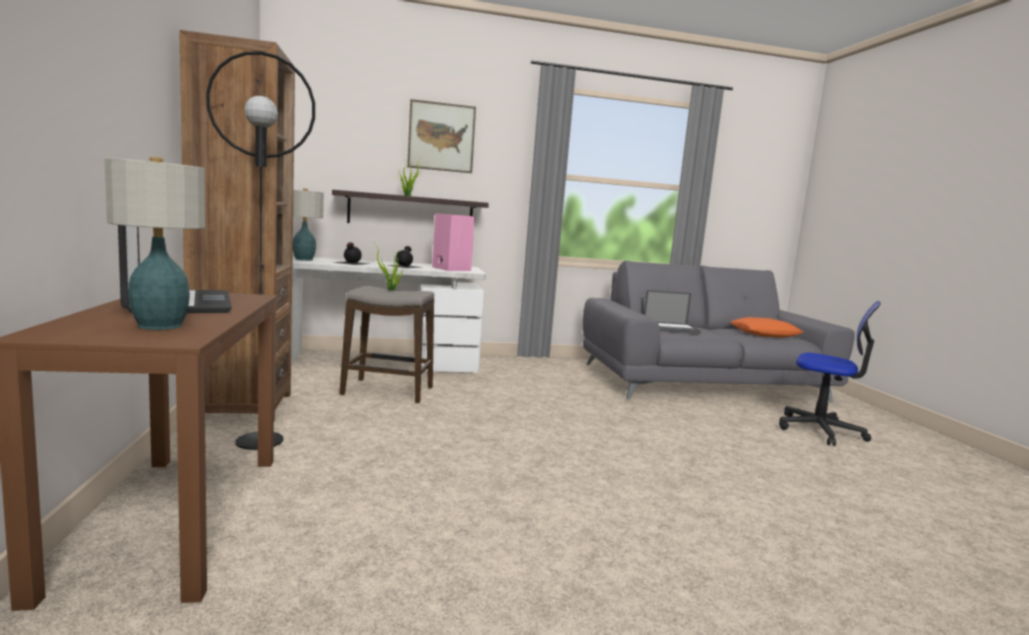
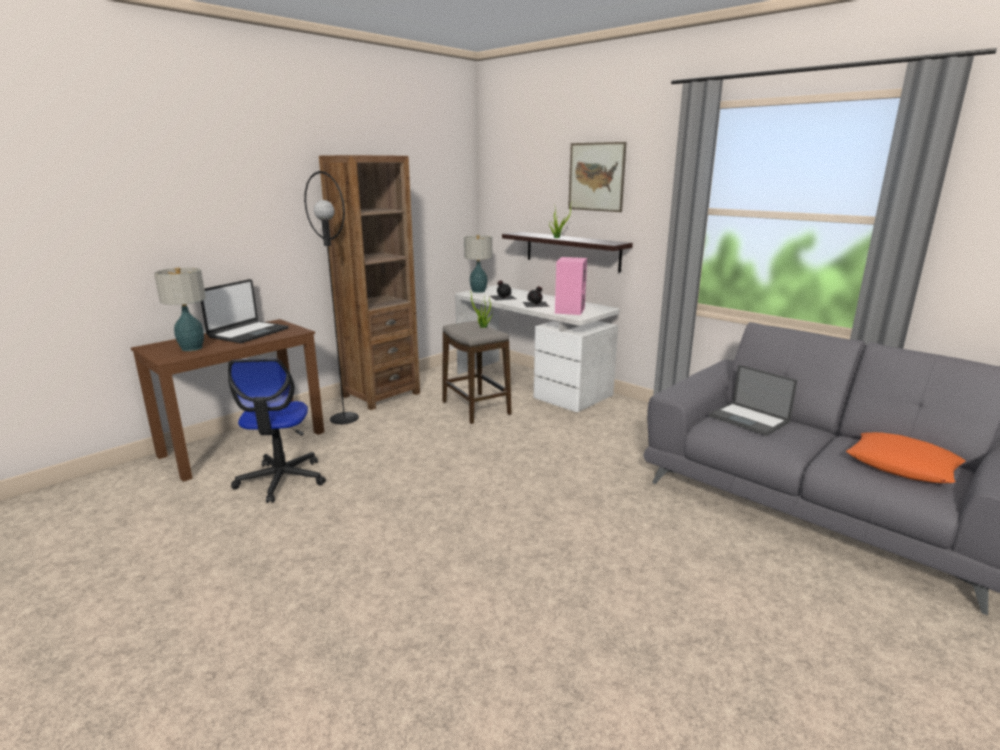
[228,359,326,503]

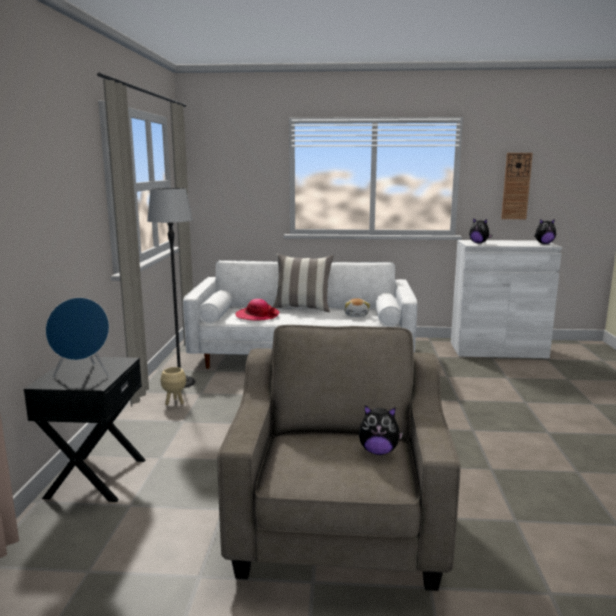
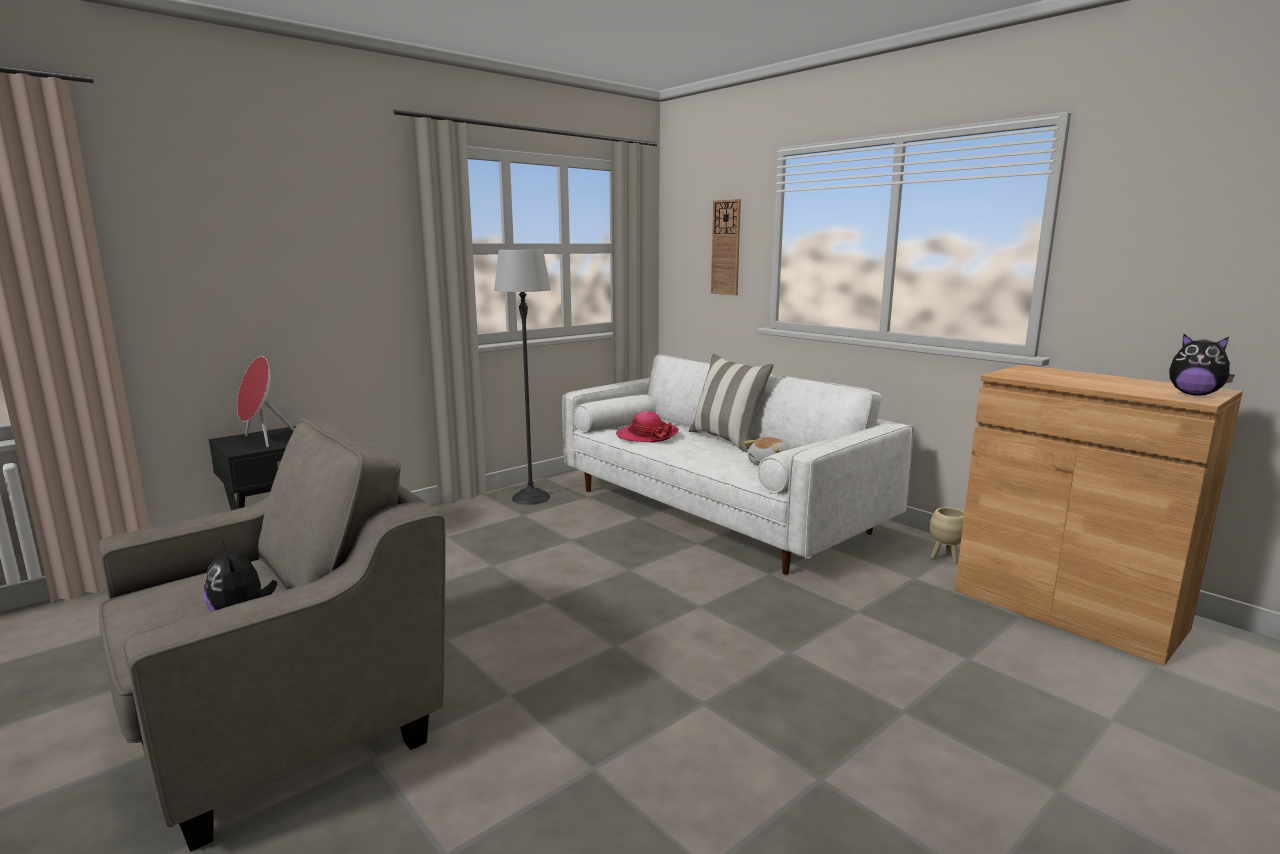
[237,356,294,447]
[930,507,964,564]
[955,365,1243,666]
[469,218,492,243] (first image)
[711,199,741,295]

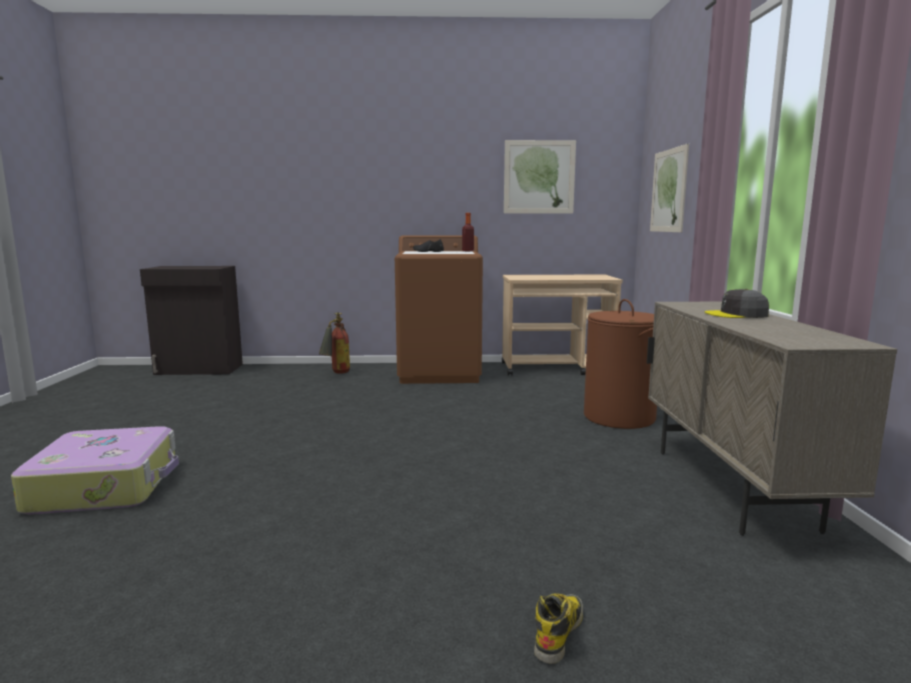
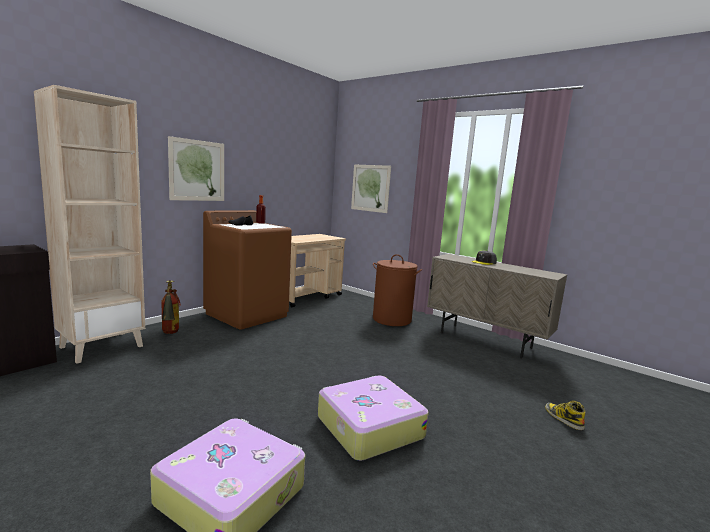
[168,136,224,201]
[34,85,145,364]
[318,376,429,461]

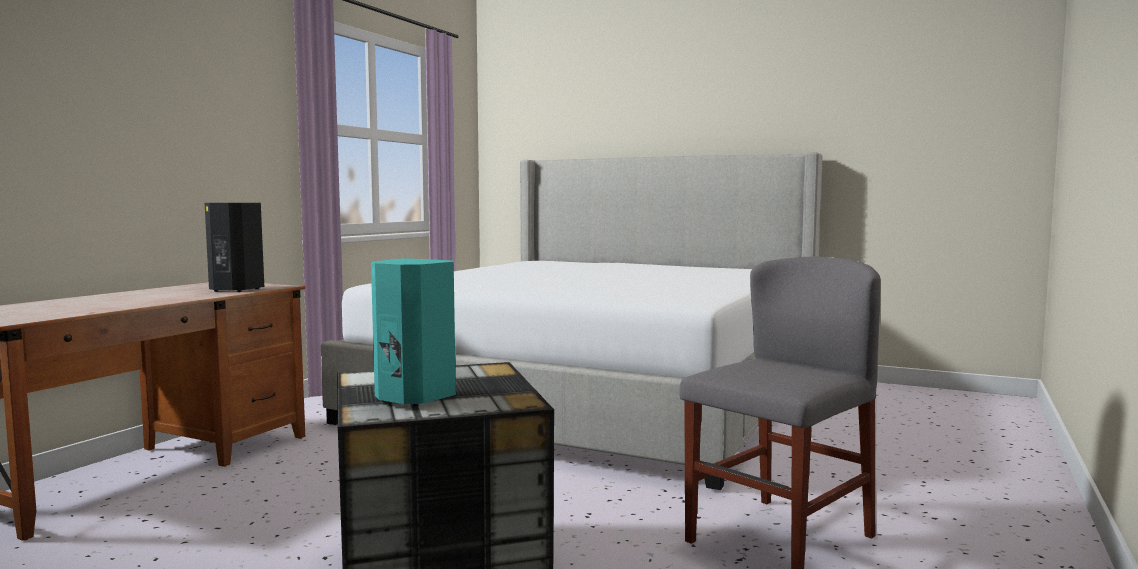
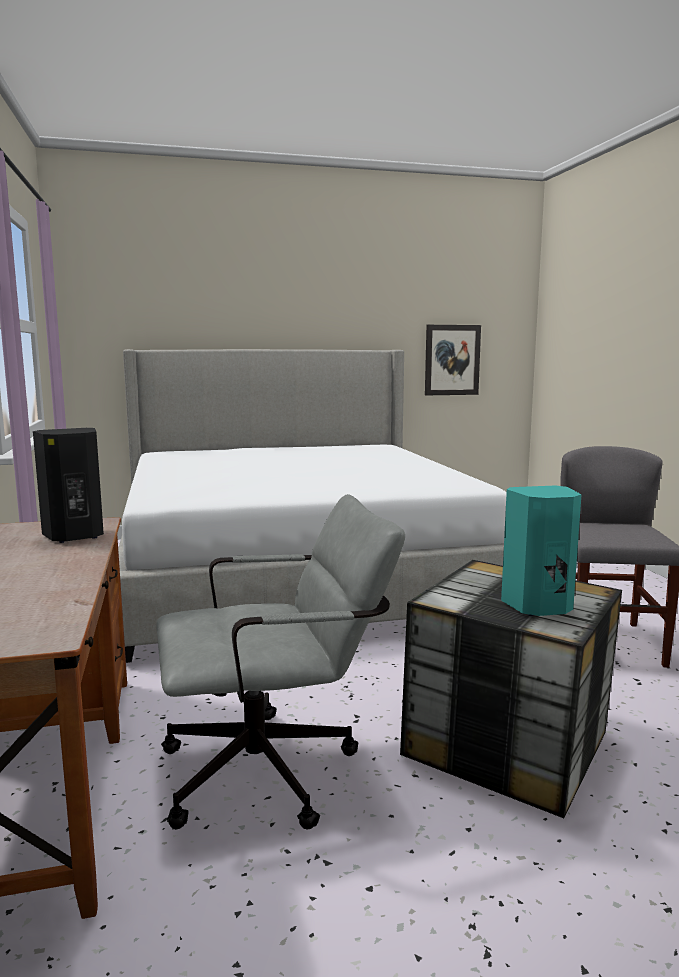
[156,494,405,830]
[425,325,481,395]

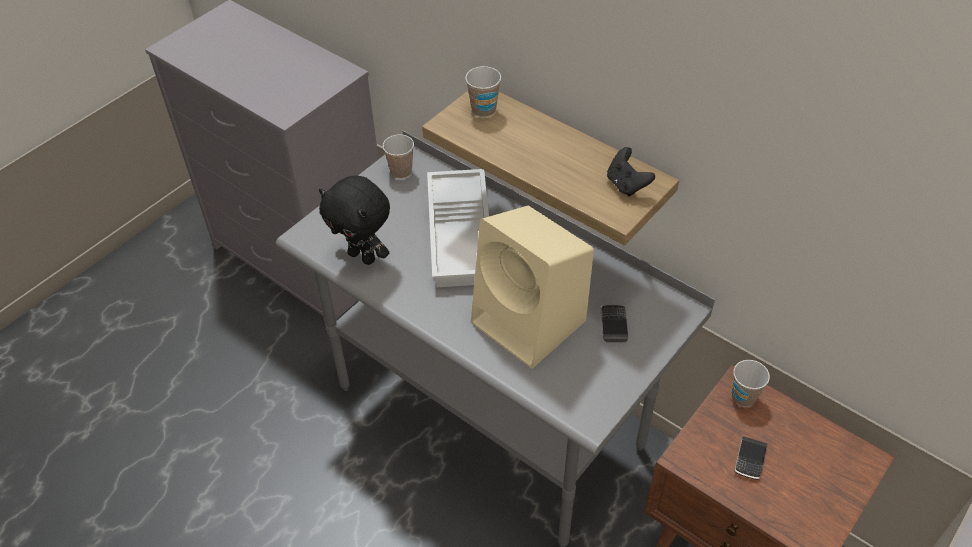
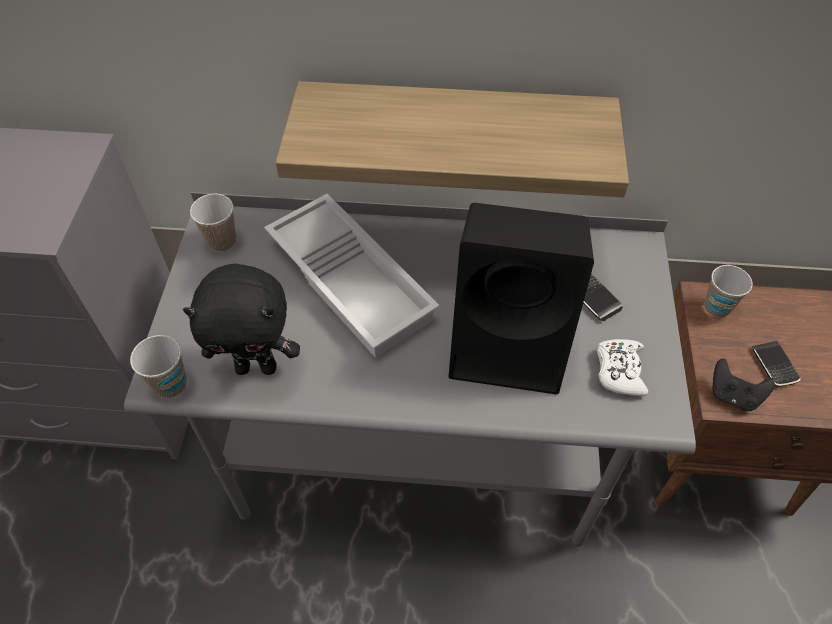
[130,335,187,398]
[449,203,594,394]
[712,359,775,411]
[597,339,648,396]

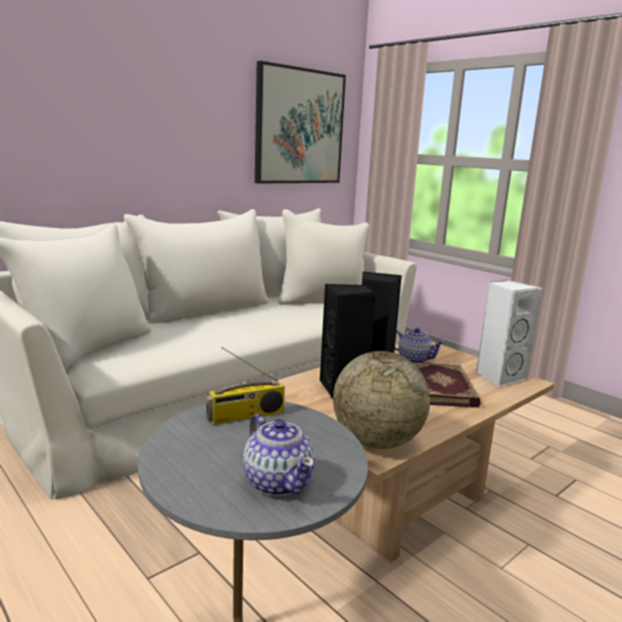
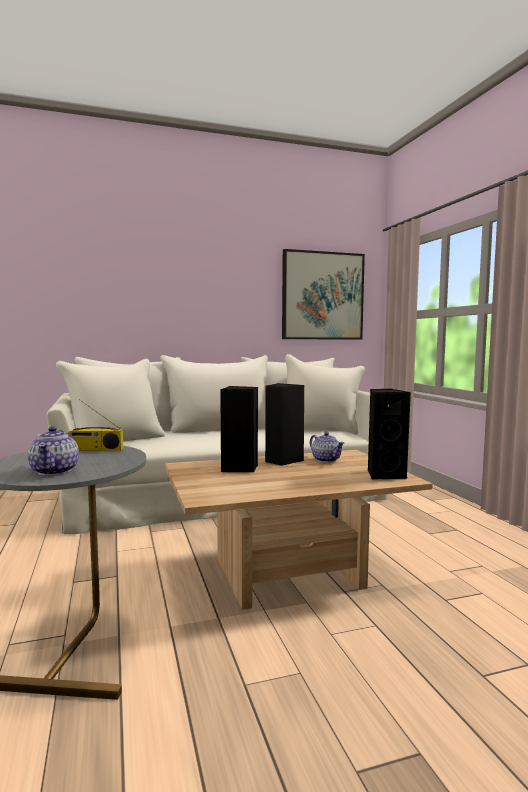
[333,351,430,449] (first image)
[412,362,481,408] (first image)
[368,389,411,480]

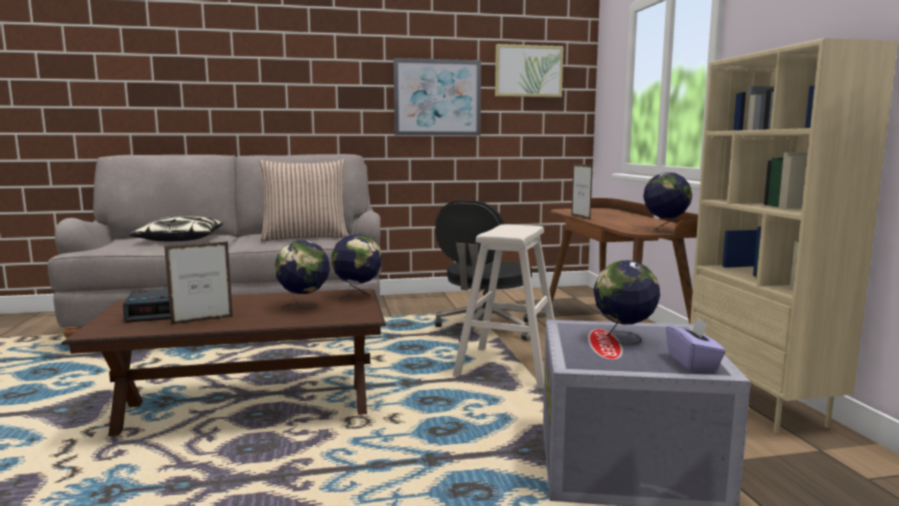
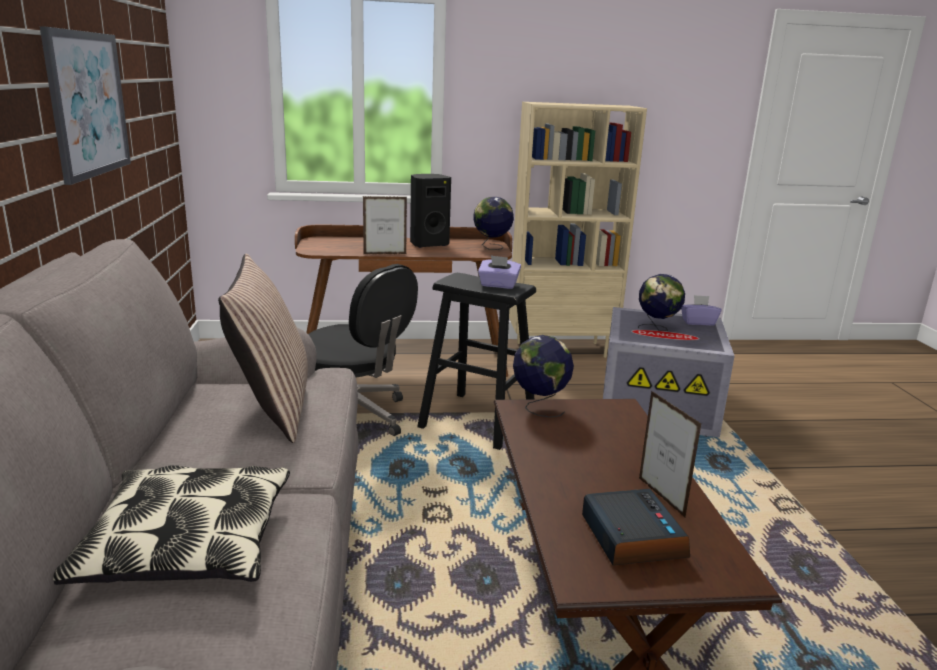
[275,241,330,309] (first image)
[417,273,536,450]
[495,44,563,97] (first image)
[410,174,451,248]
[478,255,521,289]

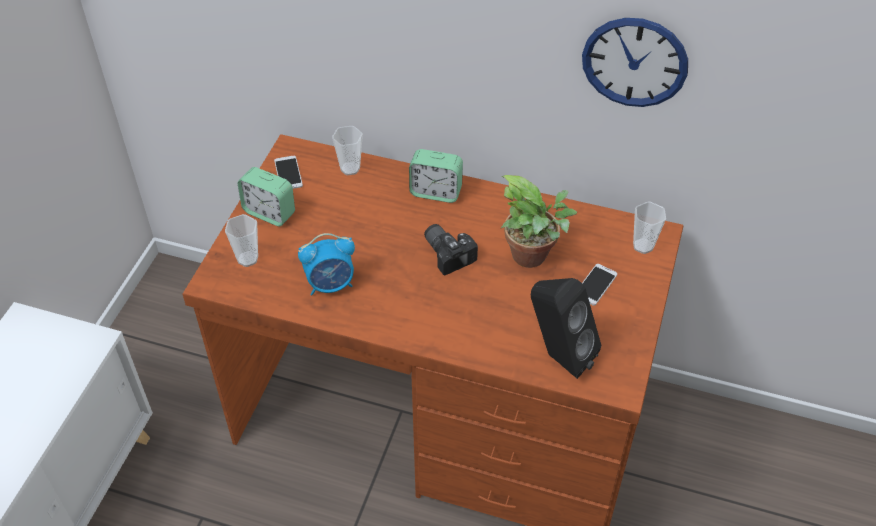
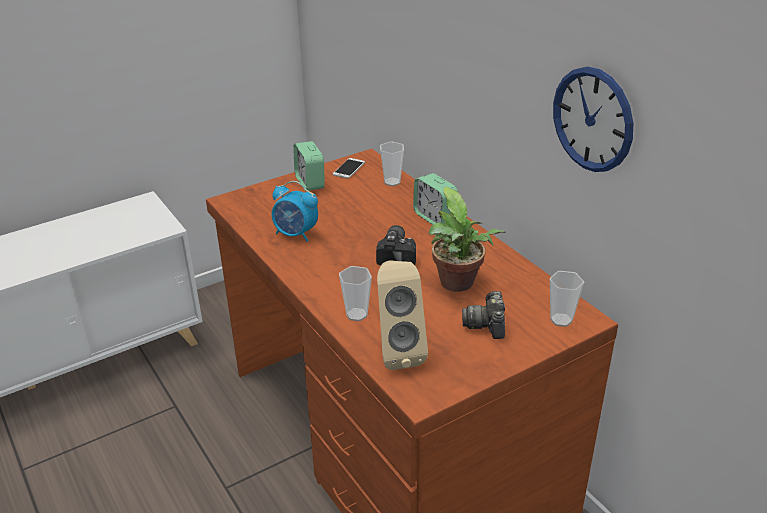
[339,266,372,321]
[377,261,428,370]
[462,291,505,339]

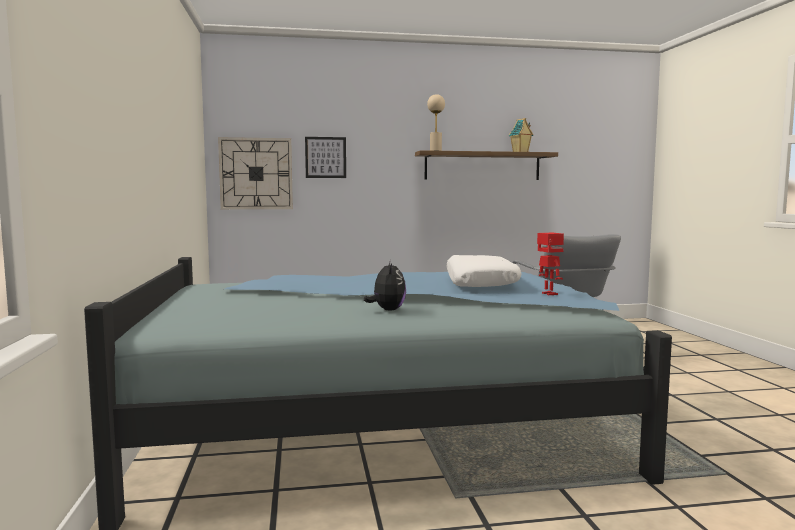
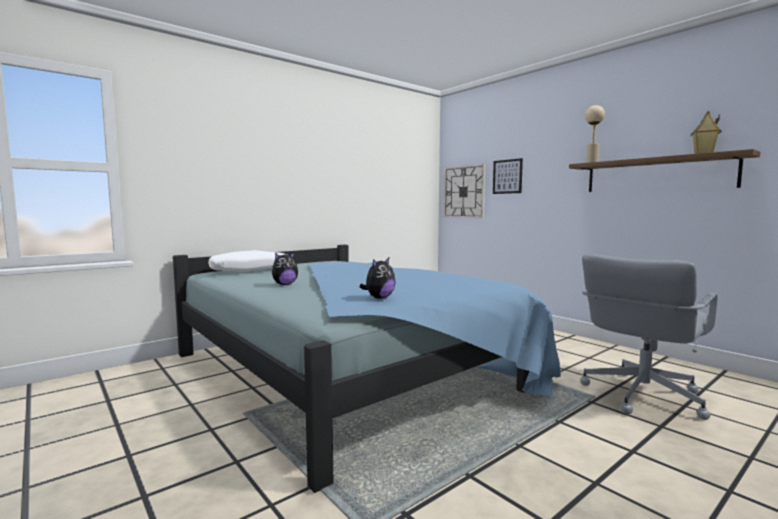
[208,250,287,272]
[360,258,396,299]

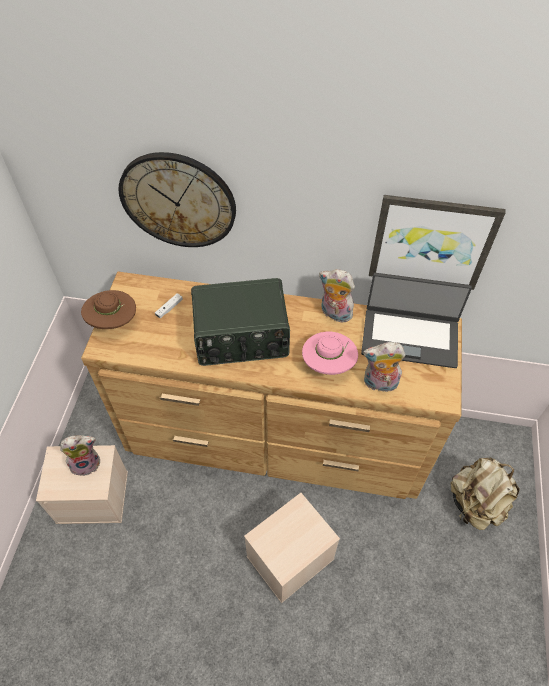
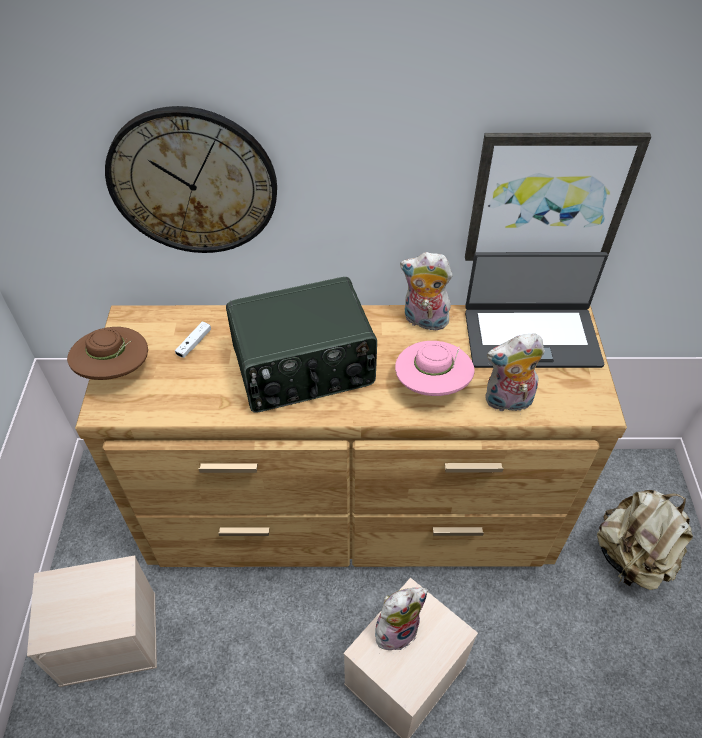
[375,588,428,654]

